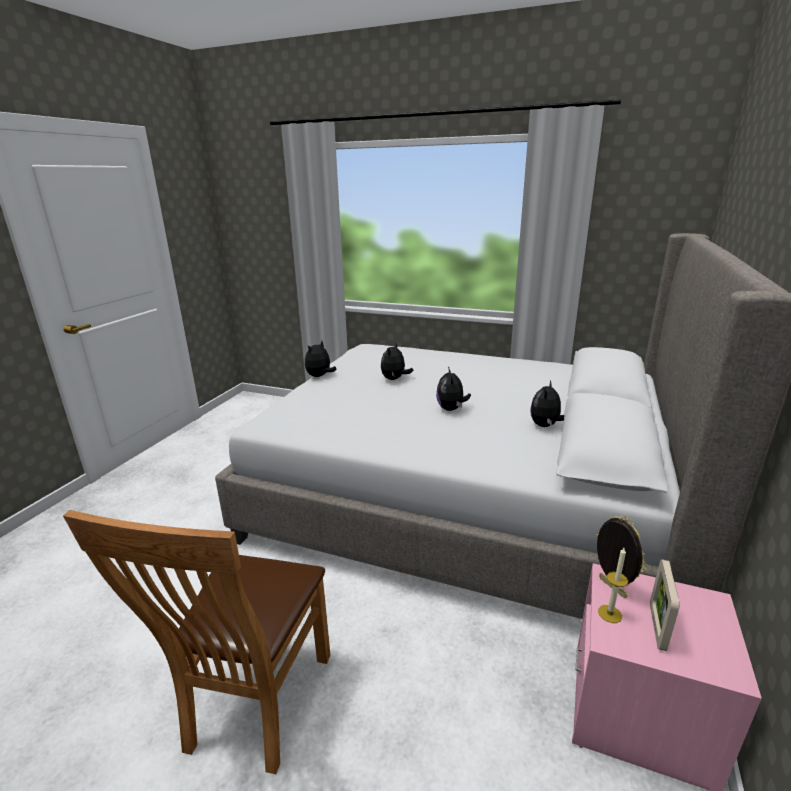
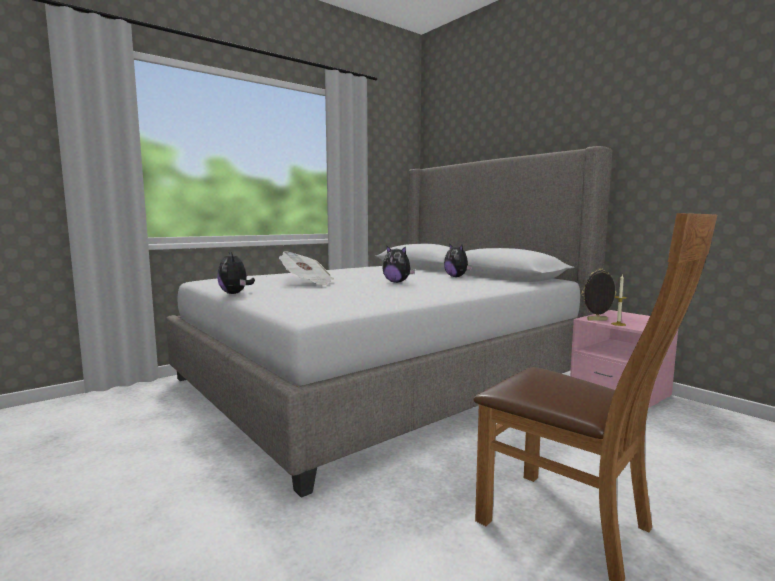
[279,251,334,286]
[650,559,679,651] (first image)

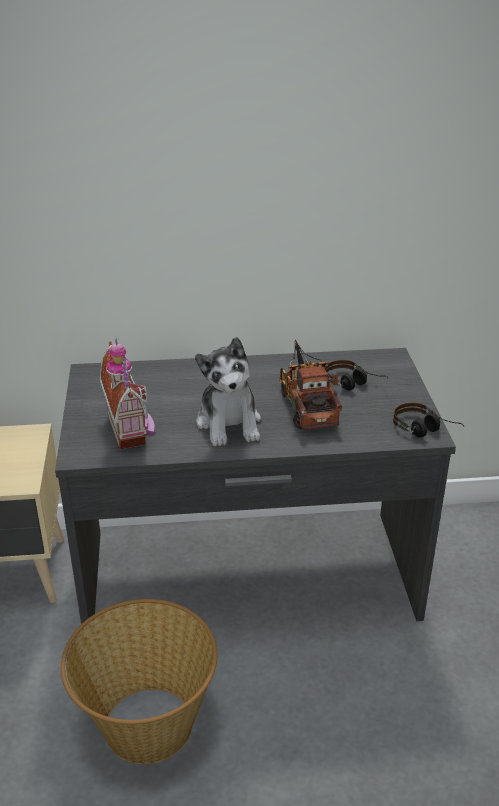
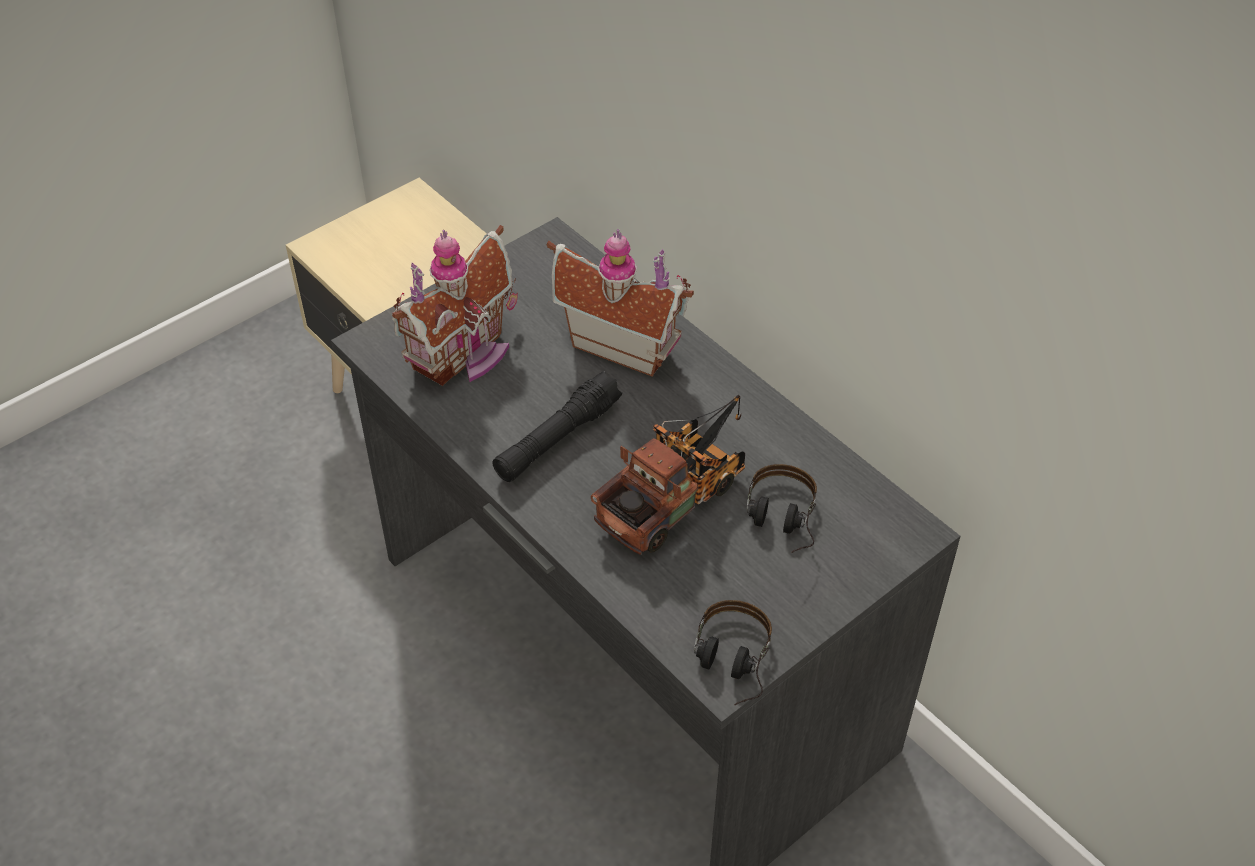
[61,599,217,764] (first image)
[492,371,622,482]
[547,229,694,377]

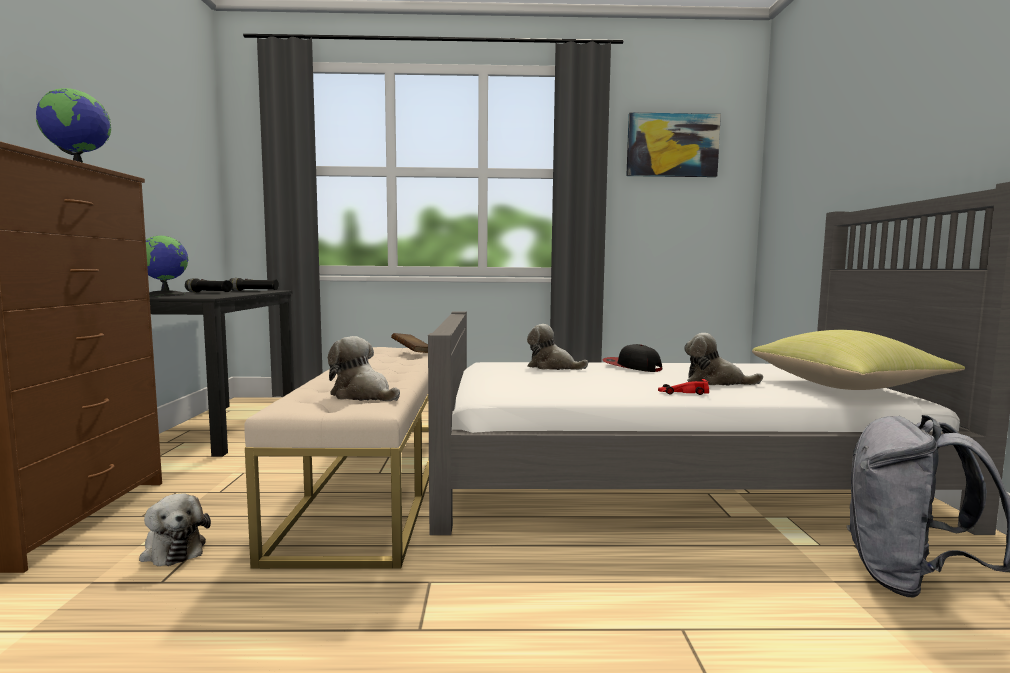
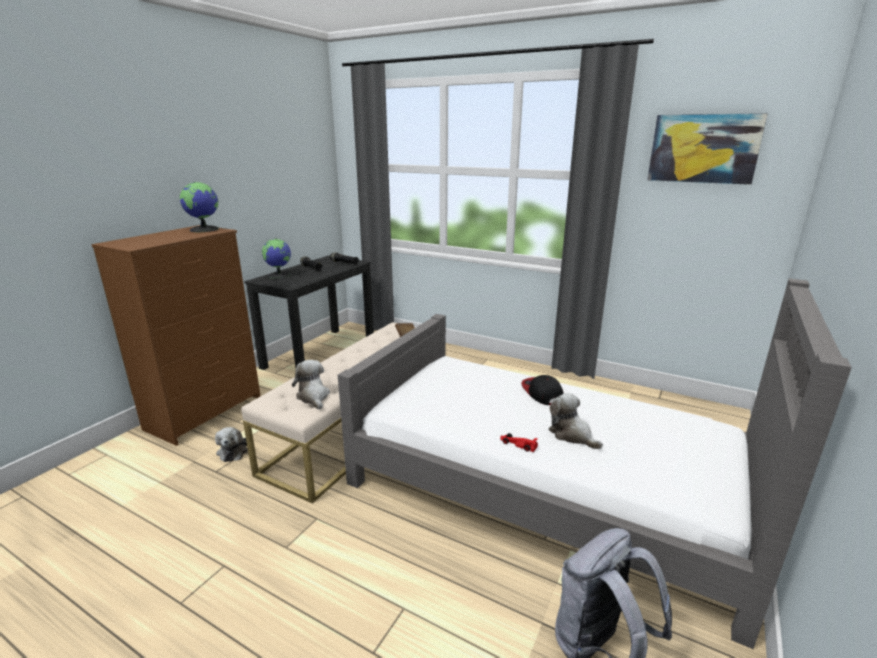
[527,324,588,370] (first image)
[752,330,965,390] (first image)

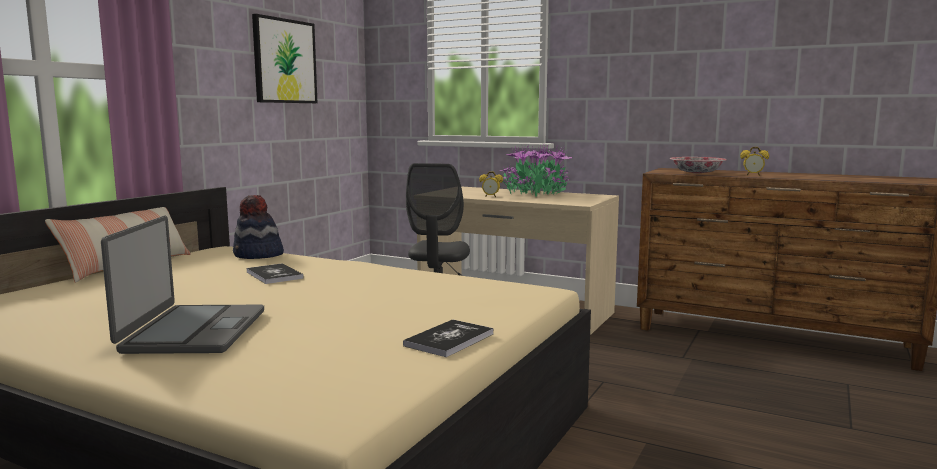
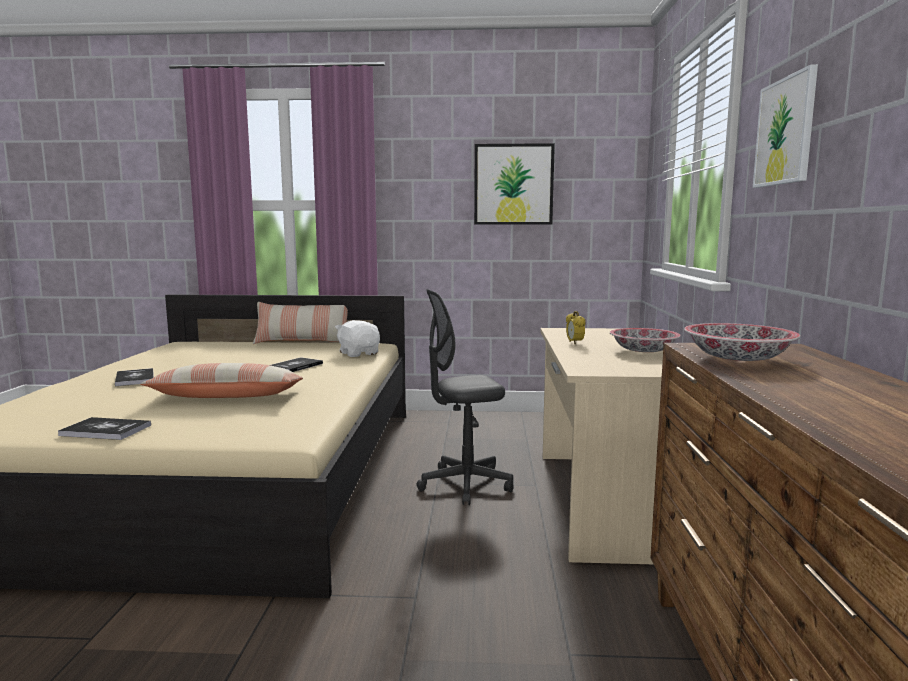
[115,368,154,386]
[335,320,380,357]
[610,328,681,352]
[740,147,769,176] (first image)
[140,363,303,398]
[753,64,818,188]

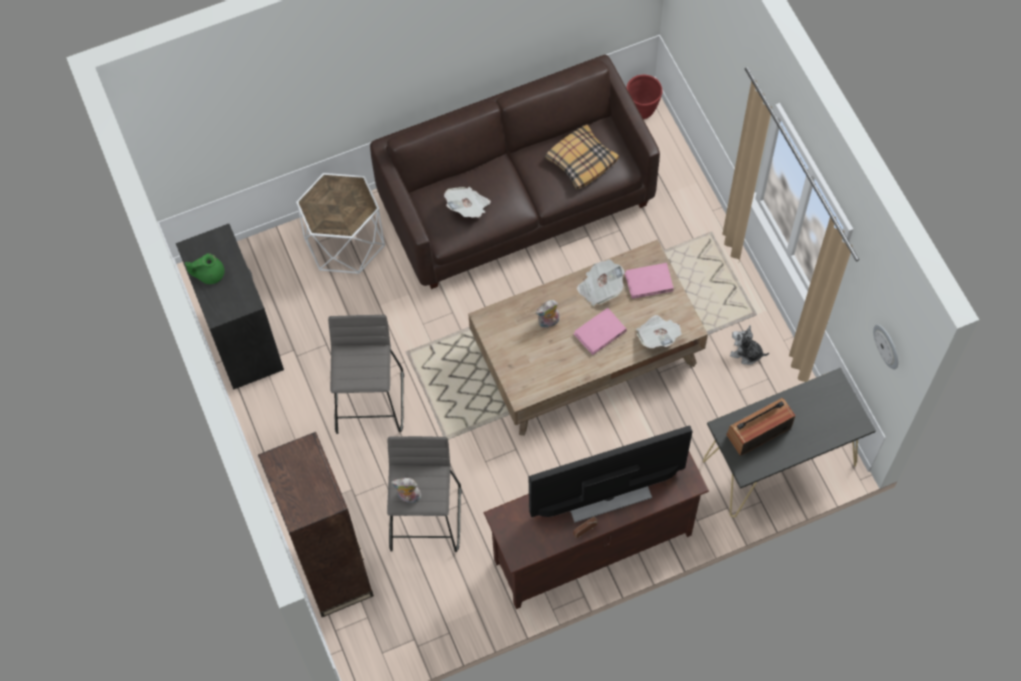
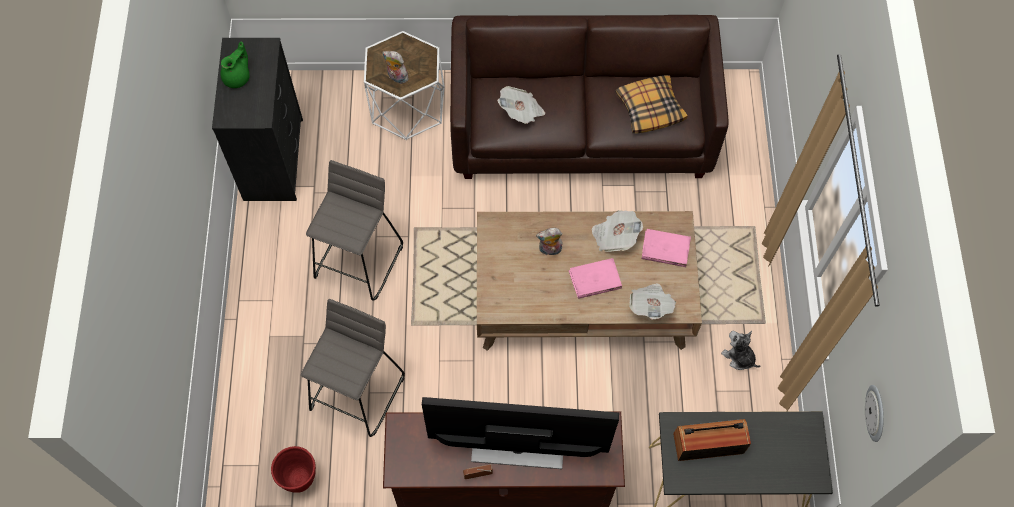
[220,41,250,88]
[258,432,374,617] (first image)
[382,51,408,84]
[271,446,316,493]

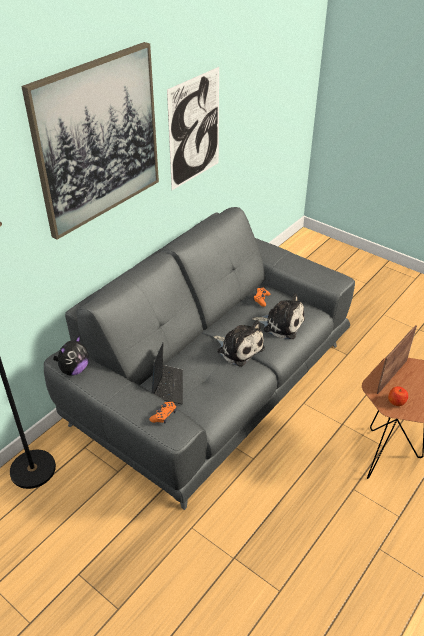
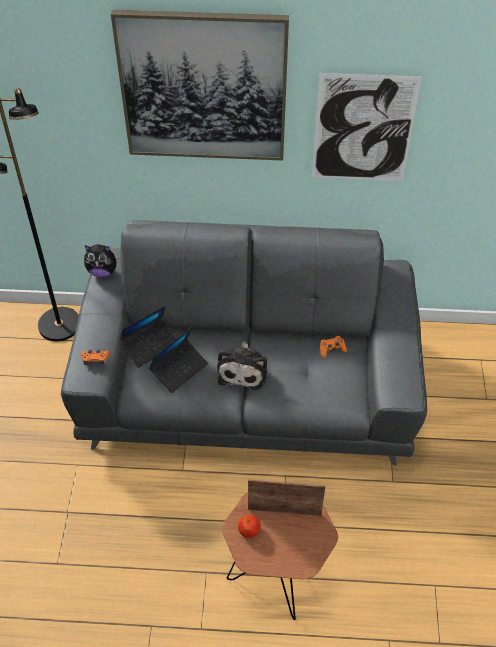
[252,293,305,339] (first image)
[149,327,208,393]

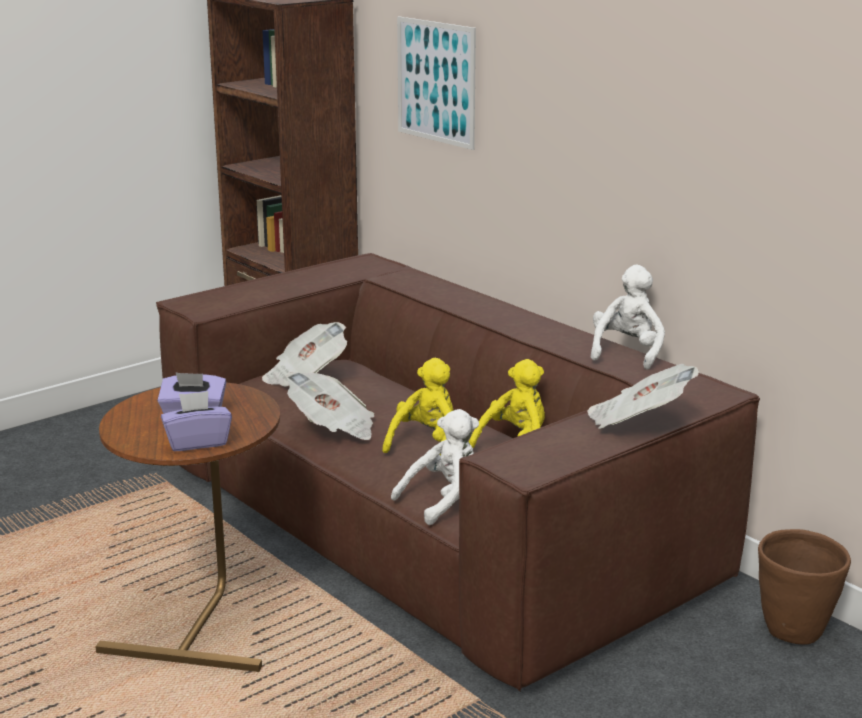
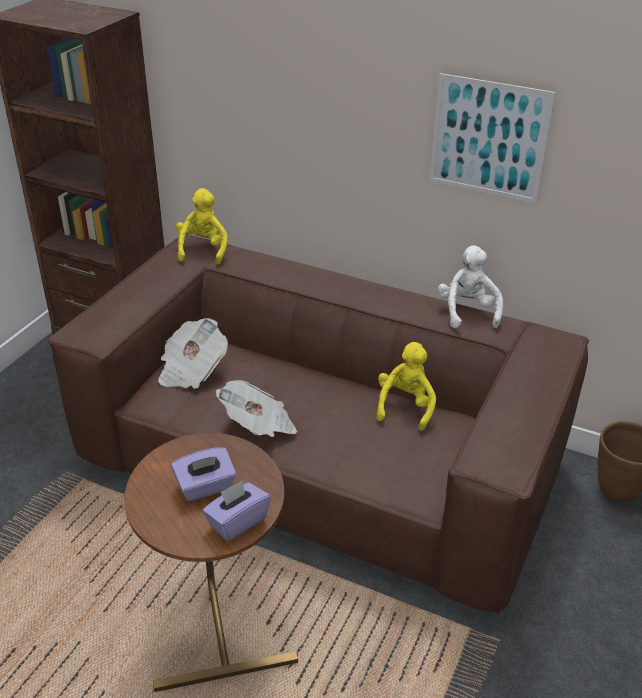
[176,188,228,265]
[391,409,479,525] (first image)
[429,73,556,203]
[587,364,699,429] (first image)

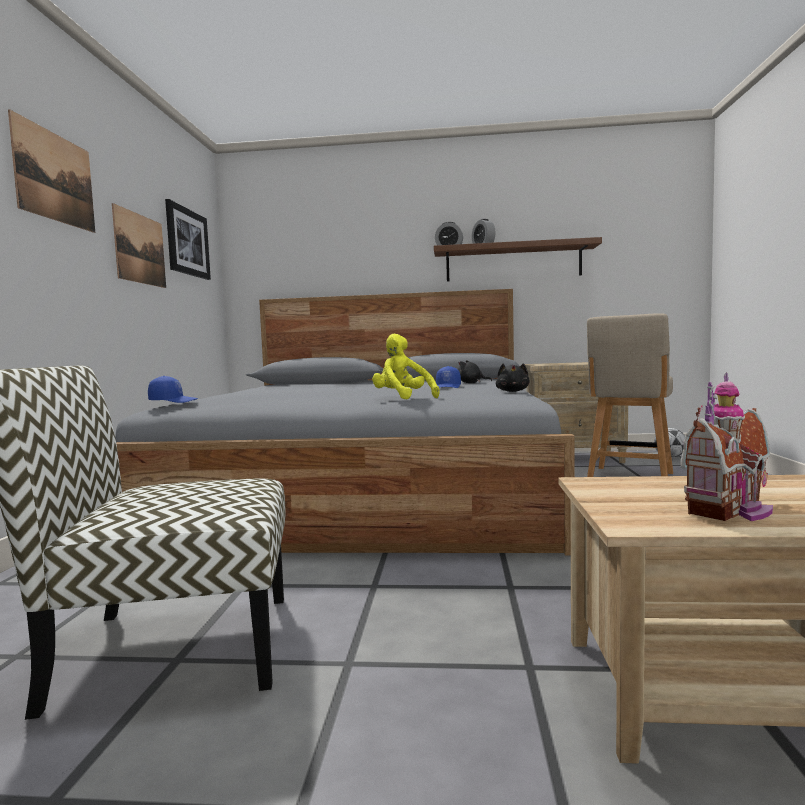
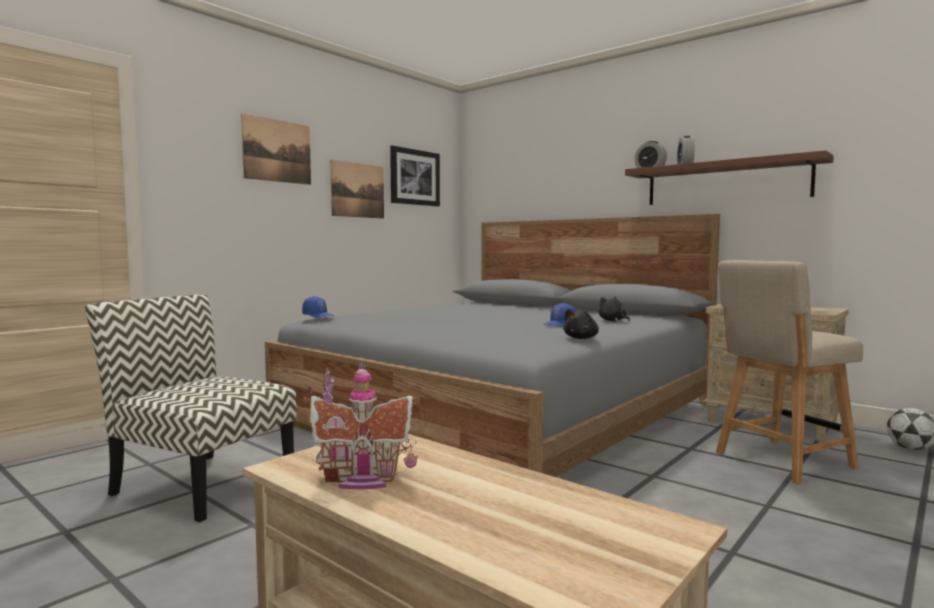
[372,334,440,399] (first image)

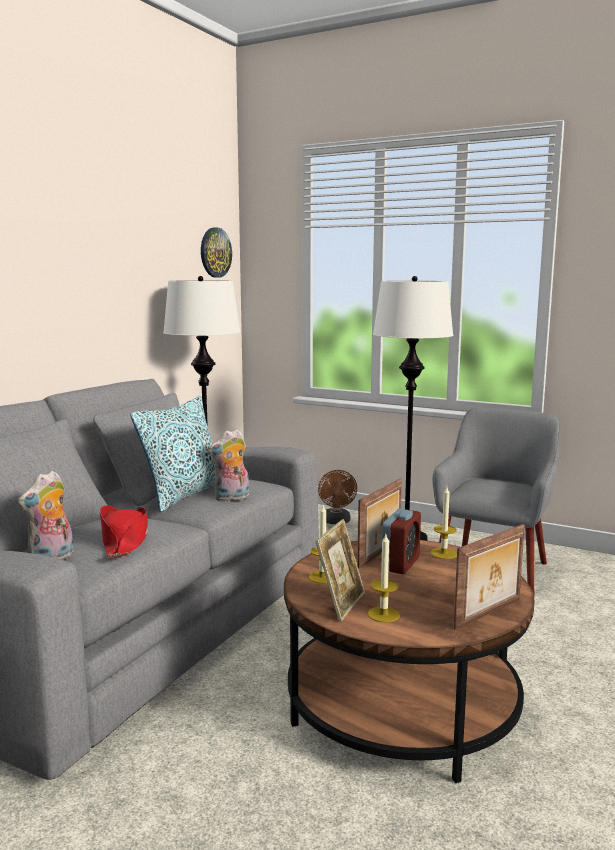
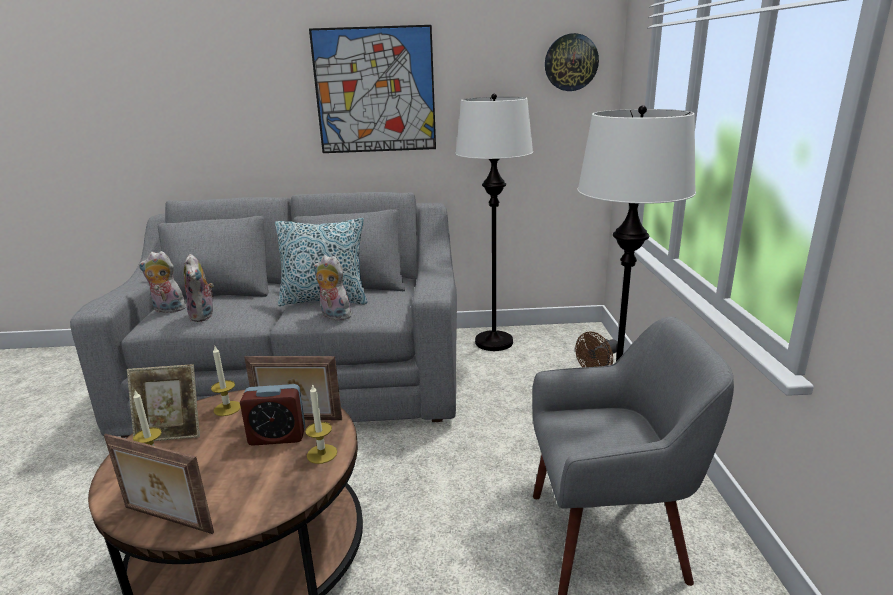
[184,254,214,322]
[309,25,436,153]

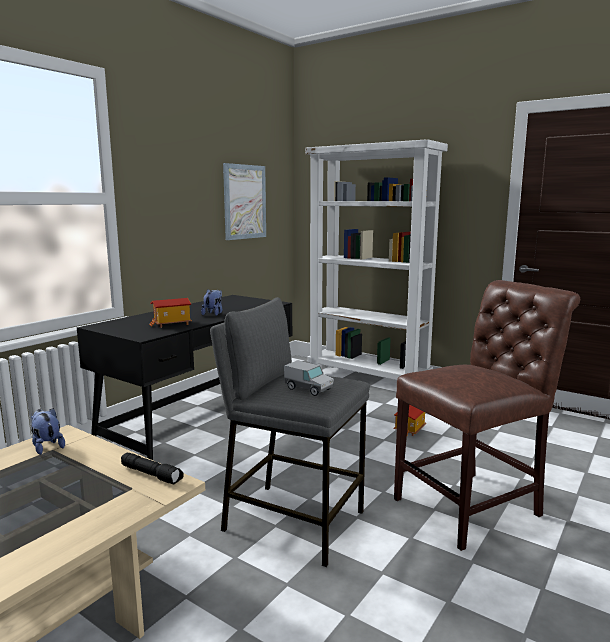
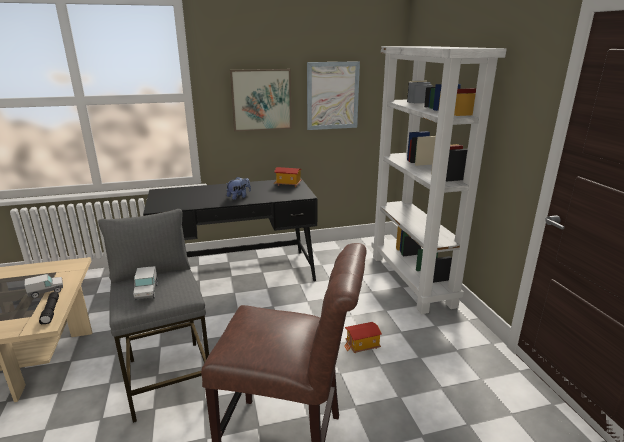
[30,408,65,455] (first image)
[274,167,302,187]
[25,274,63,298]
[230,69,292,132]

